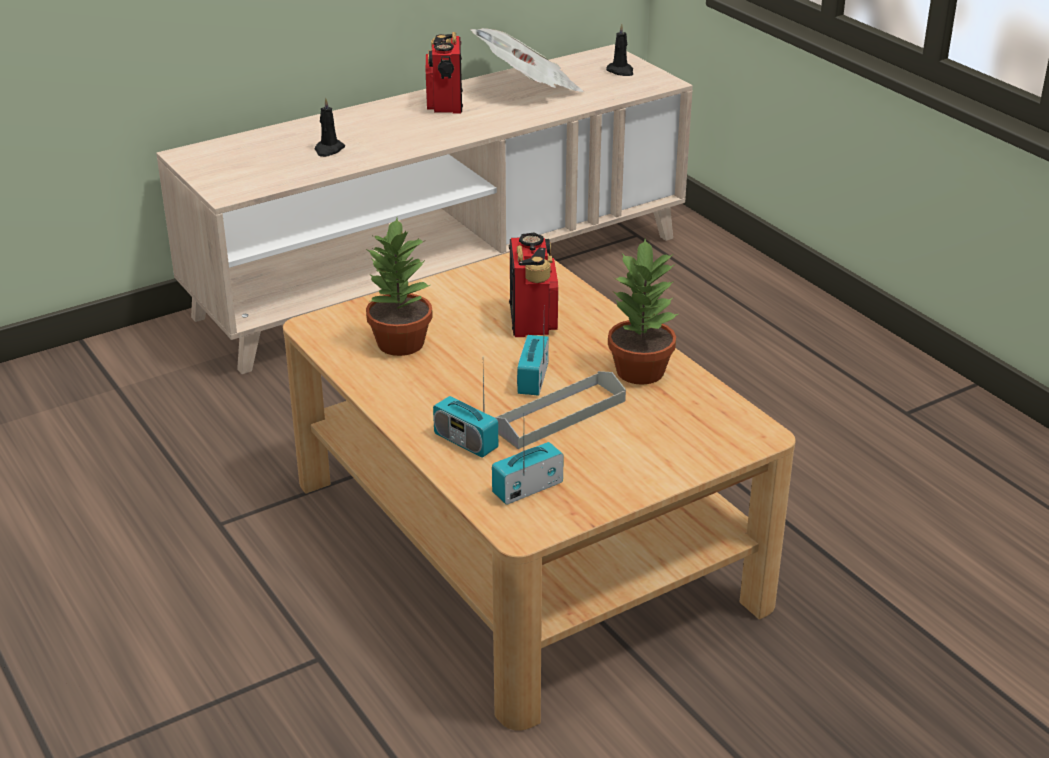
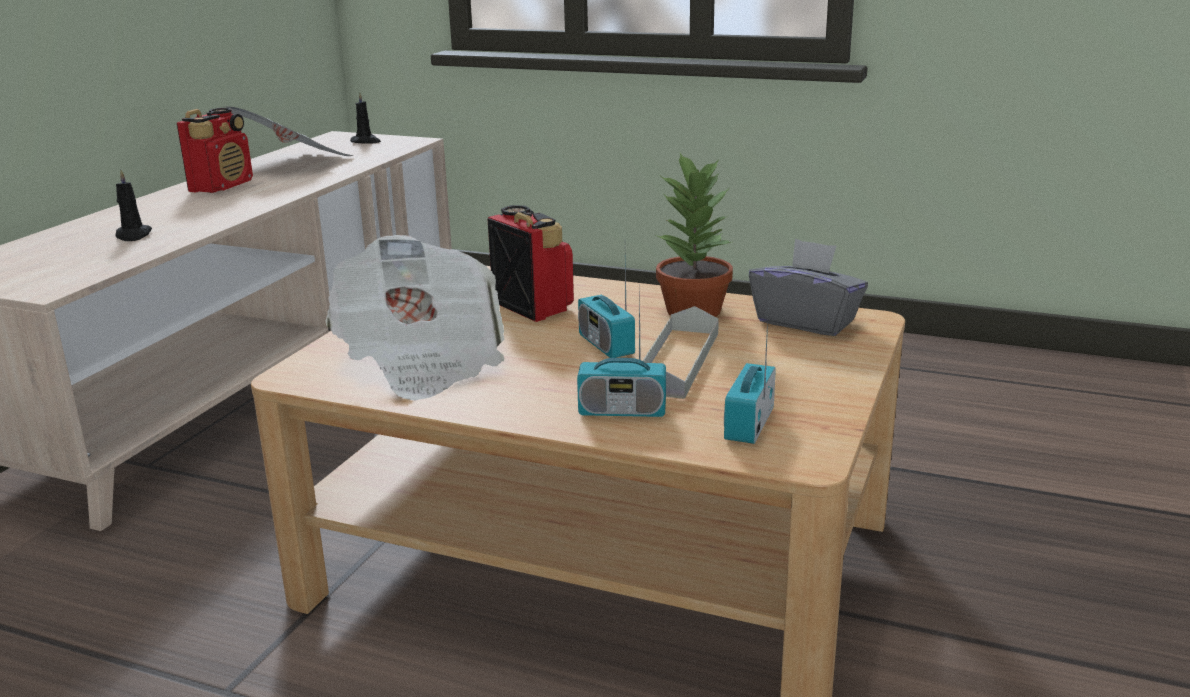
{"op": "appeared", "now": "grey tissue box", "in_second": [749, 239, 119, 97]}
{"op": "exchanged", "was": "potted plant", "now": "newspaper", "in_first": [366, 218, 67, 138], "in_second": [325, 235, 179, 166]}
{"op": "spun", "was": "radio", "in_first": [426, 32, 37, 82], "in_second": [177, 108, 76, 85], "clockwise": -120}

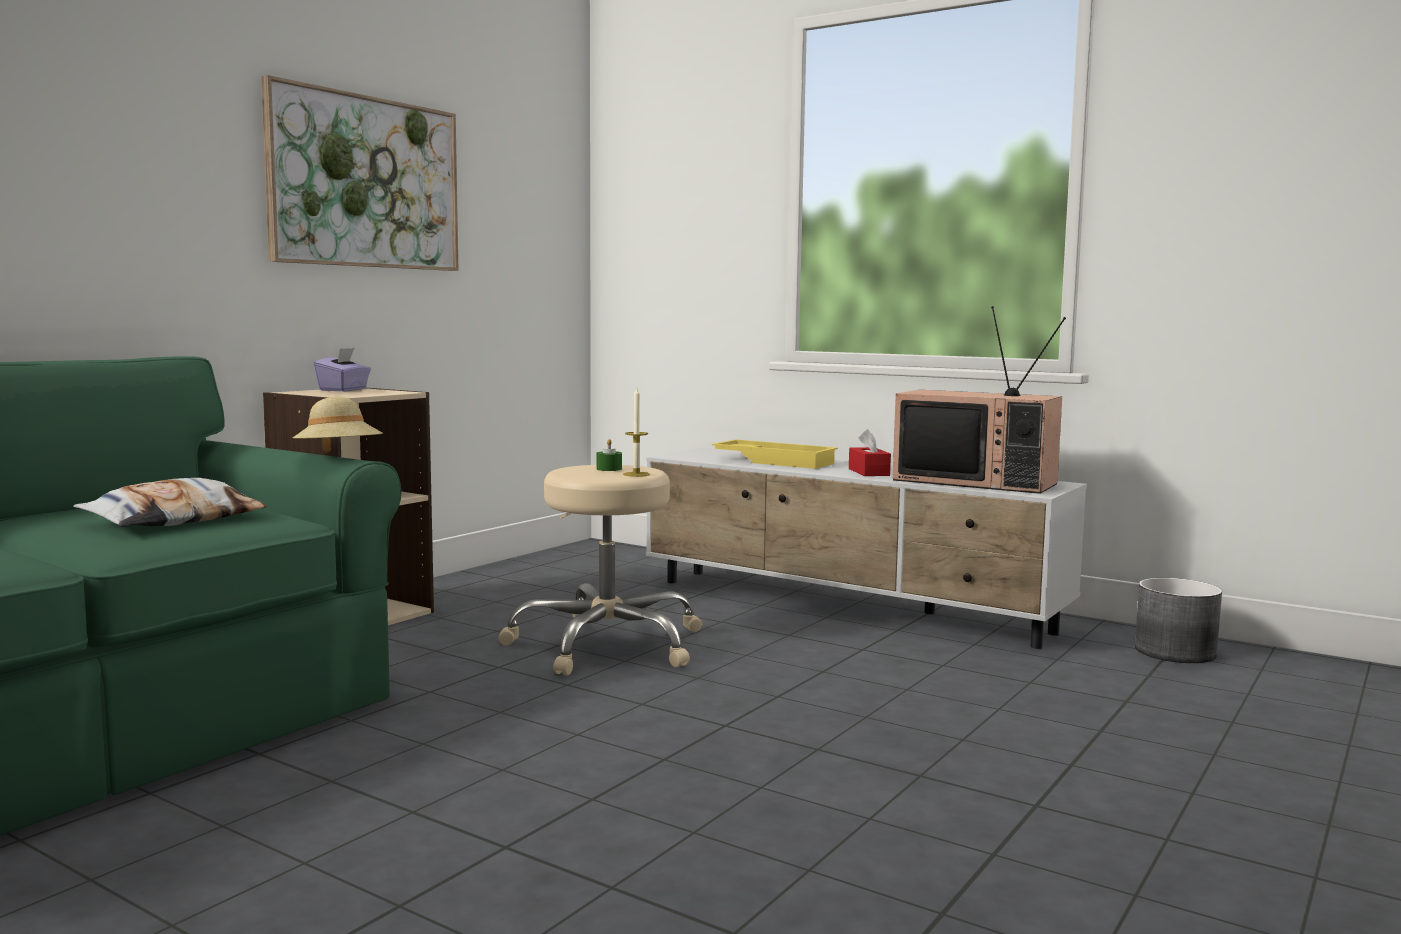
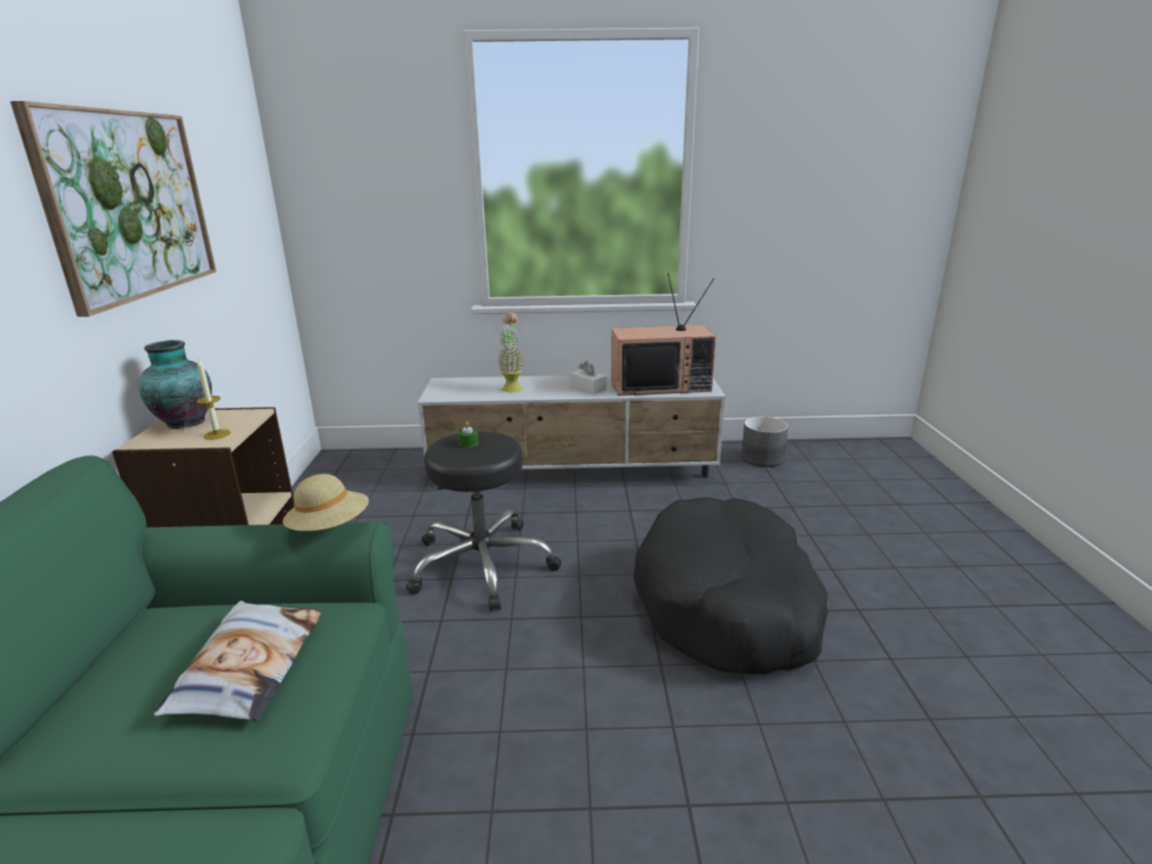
{"op": "appeared", "now": "black dog bed", "in_second": [634, 497, 194, 177]}
{"op": "relocated", "was": "candle", "in_first": [623, 388, 27, 89], "in_second": [197, 360, 34, 80]}
{"op": "exchanged", "was": "purple tissue box", "now": "vase", "in_first": [313, 348, 58, 43], "in_second": [139, 340, 73, 89]}
{"op": "exchanged", "was": "yellow tray", "now": "potted plant", "in_first": [712, 439, 126, 30], "in_second": [497, 312, 27, 80]}
{"op": "colour", "was": "beige stool", "now": "black stool", "in_first": [498, 465, 204, 210], "in_second": [406, 431, 156, 180]}
{"op": "colour", "was": "red tissue box", "now": "white tissue box", "in_first": [849, 429, 42, 47], "in_second": [570, 361, 37, 33]}

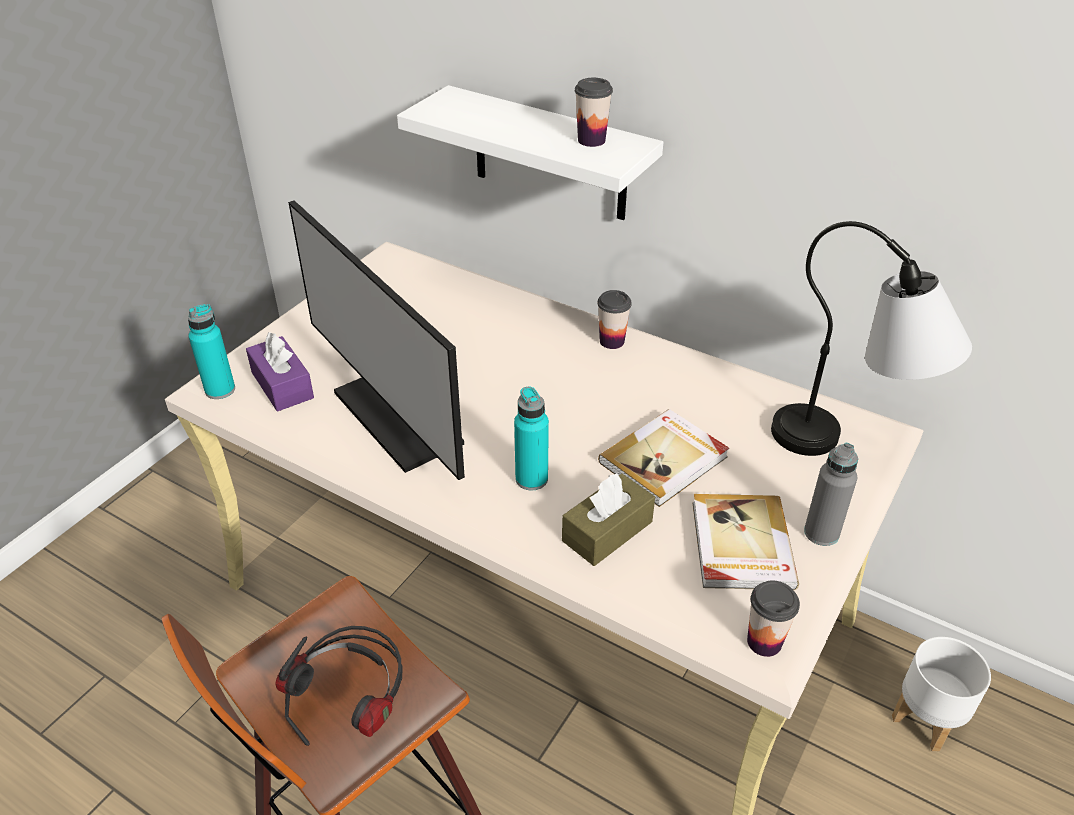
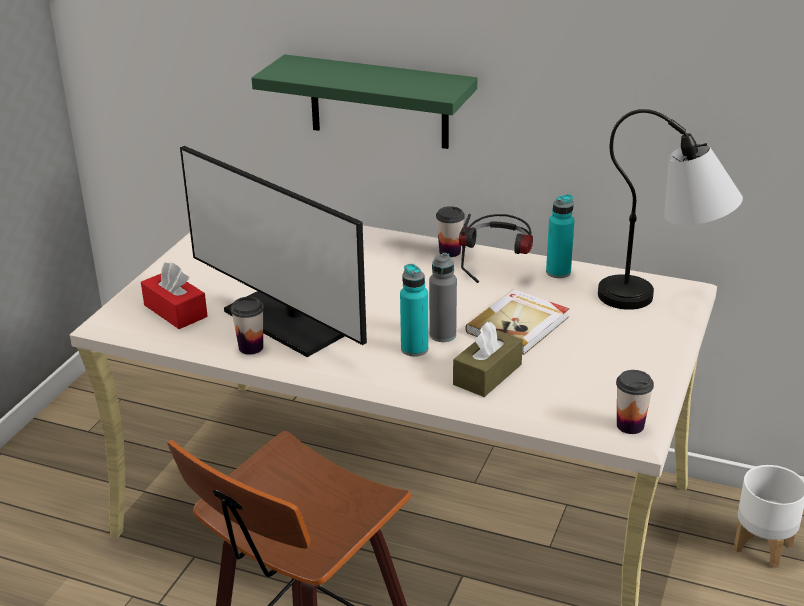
{"op": "missing", "was": "book", "in_first": [693, 494, 106, 96]}
{"op": "relocated", "was": "turquoise bottle", "in_first": [188, 304, 47, 95], "in_second": [546, 194, 28, 84]}
{"op": "relocated", "was": "headphones", "in_first": [276, 626, 127, 120], "in_second": [459, 214, 74, 69]}
{"op": "relocated", "was": "cup", "in_first": [575, 78, 38, 69], "in_second": [231, 297, 33, 58]}
{"op": "relocated", "was": "grey bottle", "in_first": [804, 443, 54, 103], "in_second": [429, 253, 28, 89]}
{"op": "colour", "was": "purple tissue box", "now": "red tissue box", "in_first": [246, 332, 68, 80], "in_second": [141, 262, 66, 67]}
{"op": "colour", "was": "white shelf", "now": "green shelf", "in_first": [397, 85, 266, 135], "in_second": [251, 54, 226, 95]}

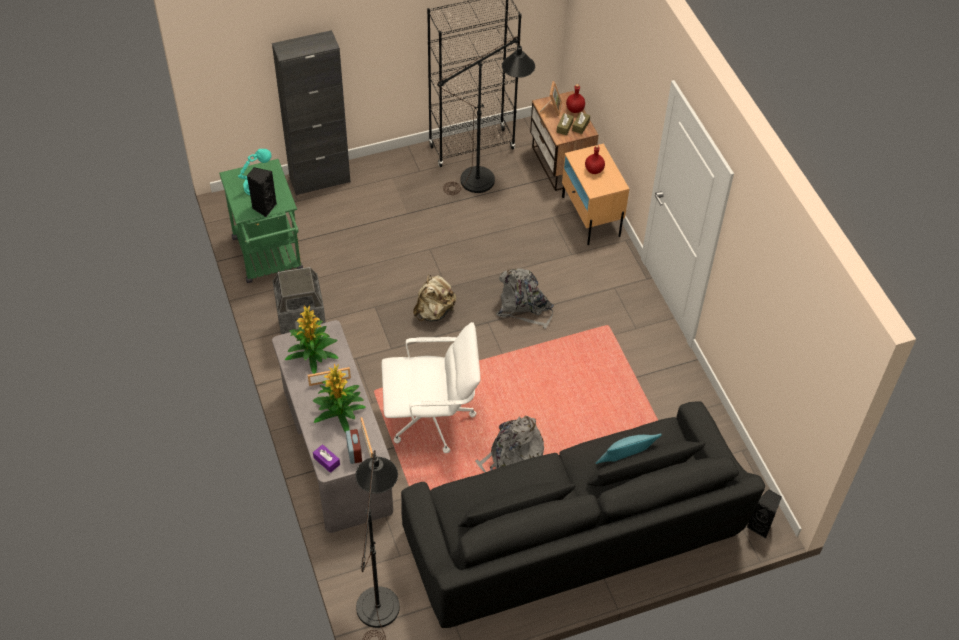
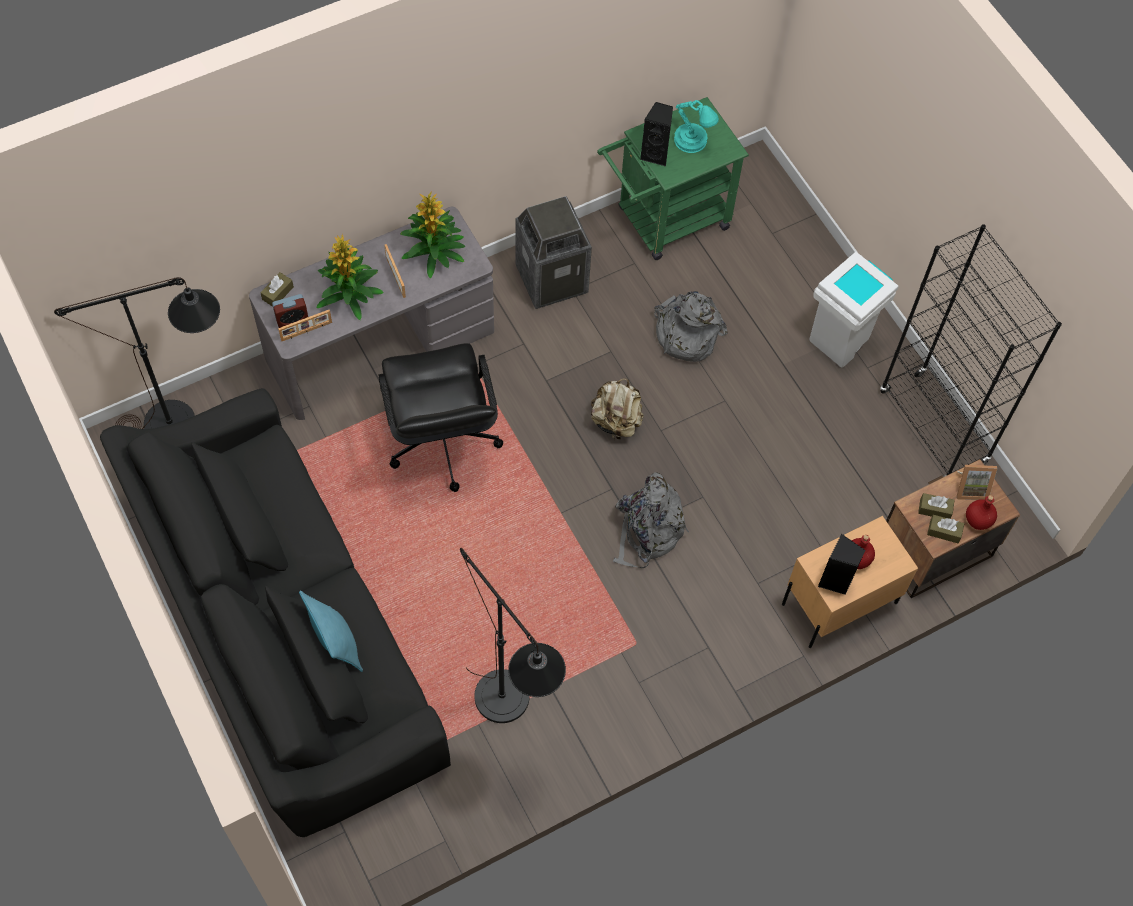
{"op": "missing", "was": "black cabinet", "in_first": [272, 30, 78, 166]}
{"op": "appeared", "now": "white trash can", "in_second": [809, 252, 90, 116]}
{"op": "relocated", "was": "black floor lamp", "in_first": [437, 36, 98, 159], "in_second": [460, 548, 106, 175]}
{"op": "relocated", "was": "grey backpack", "in_first": [475, 416, 69, 56], "in_second": [654, 291, 74, 71]}
{"op": "relocated", "was": "black speaker", "in_first": [747, 489, 35, 50], "in_second": [818, 534, 47, 61]}
{"op": "colour", "was": "purple tissue box", "now": "brown tissue box", "in_first": [313, 444, 27, 29], "in_second": [260, 272, 34, 35]}
{"op": "colour", "was": "white office chair", "now": "black office chair", "in_first": [382, 322, 99, 131], "in_second": [378, 343, 125, 149]}

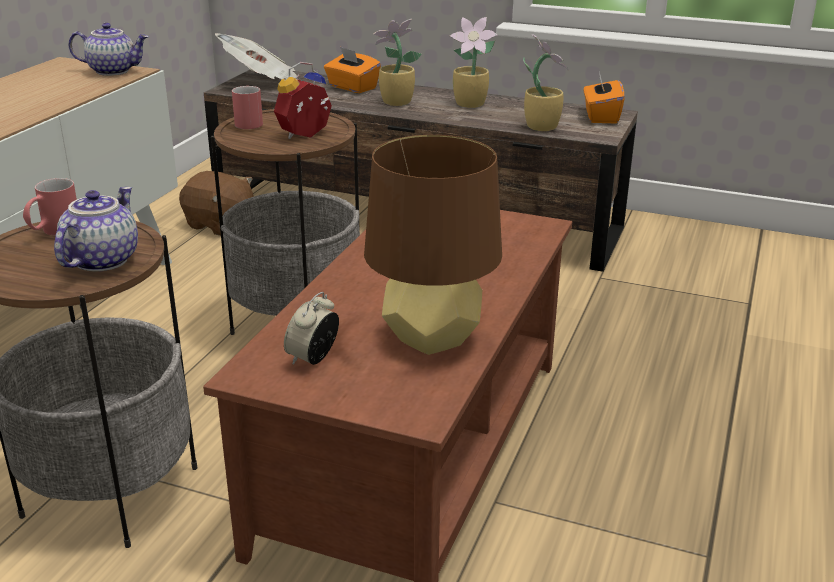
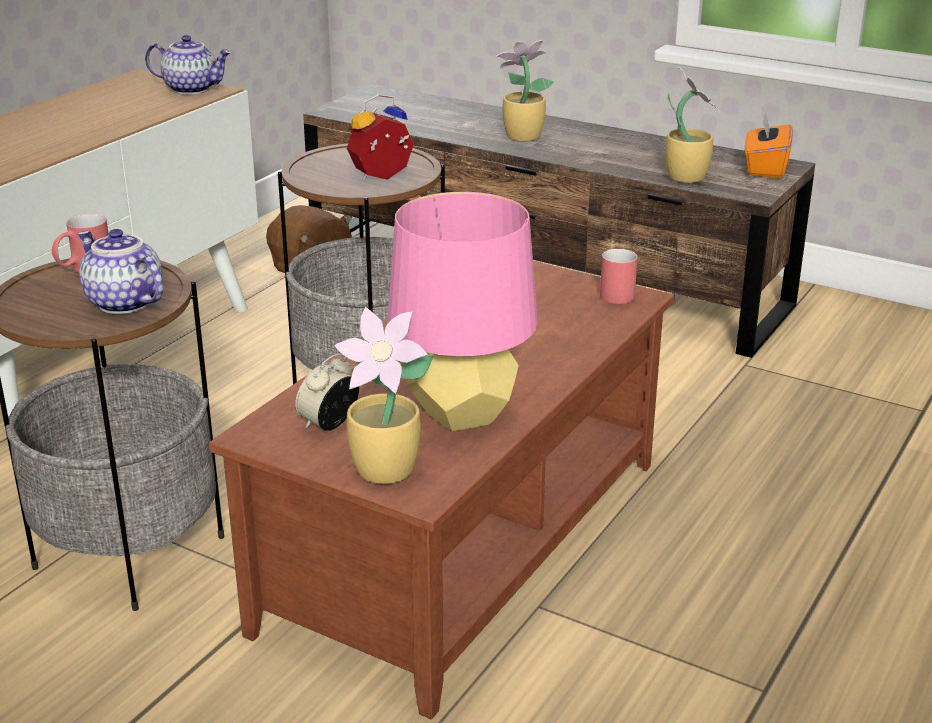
{"op": "missing", "was": "newspaper", "in_first": [215, 33, 83, 47]}
{"op": "missing", "was": "orange tissue box", "in_first": [324, 47, 57, 46]}
{"op": "relocated", "was": "red mug", "in_first": [232, 86, 31, 43], "in_second": [600, 249, 38, 55]}
{"op": "relocated", "was": "potted plant", "in_first": [450, 17, 48, 91], "in_second": [334, 307, 100, 177]}
{"op": "colour", "was": "brown table lamp", "now": "pink table lamp", "in_first": [364, 135, 138, 220], "in_second": [387, 192, 151, 239]}
{"op": "spun", "was": "teapot", "in_first": [54, 187, 84, 85], "in_second": [78, 229, 85, 85], "clockwise": -75}

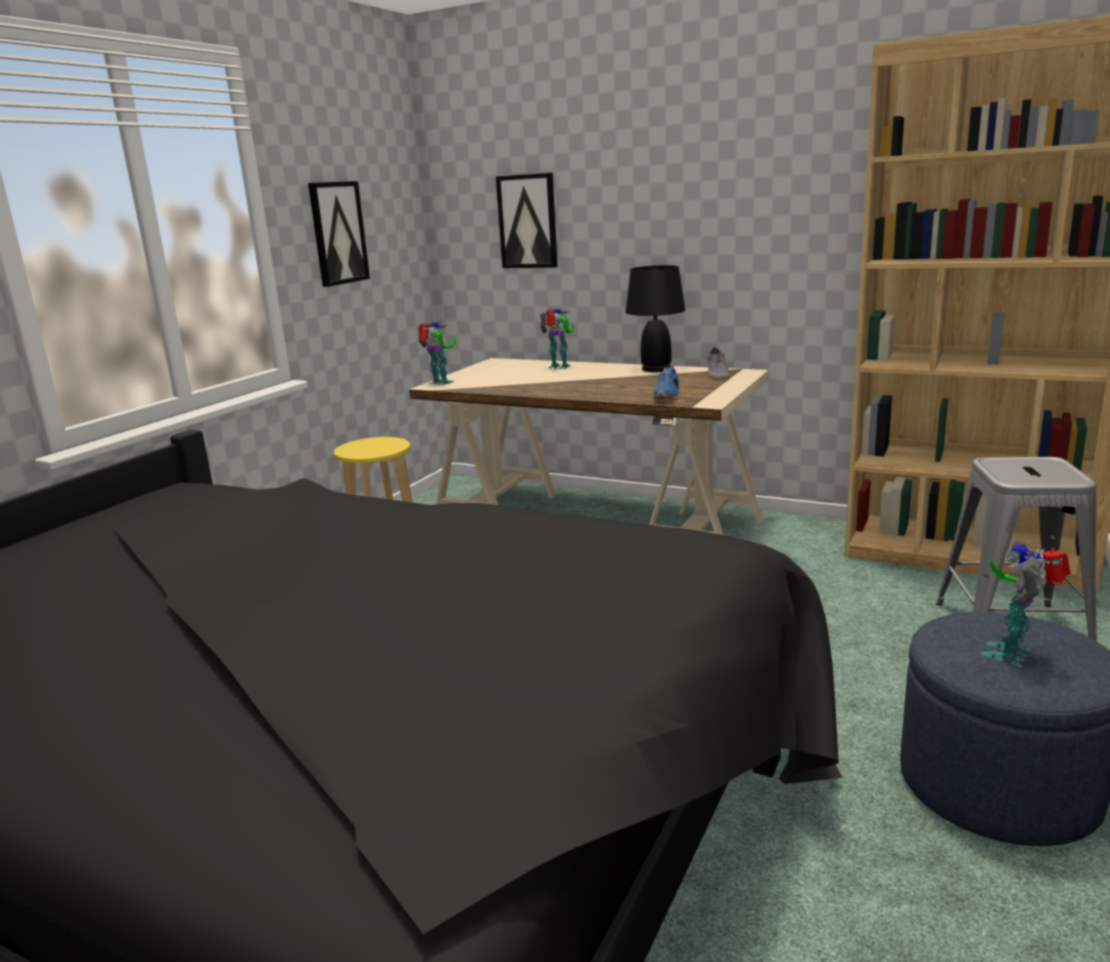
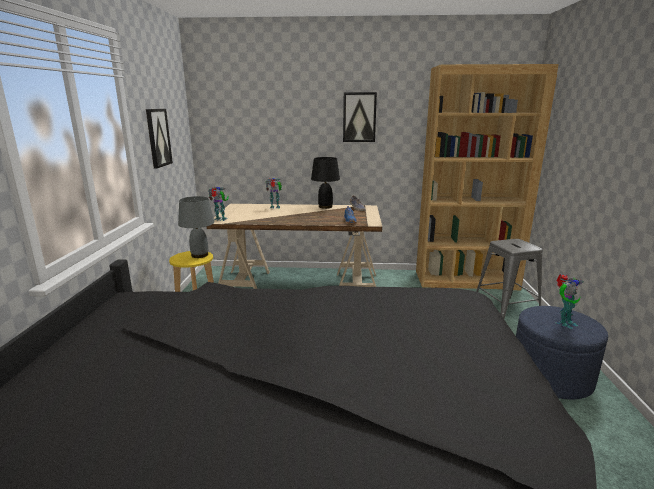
{"op": "appeared", "now": "grey table lamp", "in_second": [178, 196, 36, 62]}
{"op": "relocated", "was": "picture", "in_first": [496, 173, 62, 95], "in_second": [343, 92, 34, 50]}
{"op": "spun", "was": "toy robot", "in_first": [980, 541, 91, 126], "in_second": [555, 274, 29, 55], "clockwise": -135}

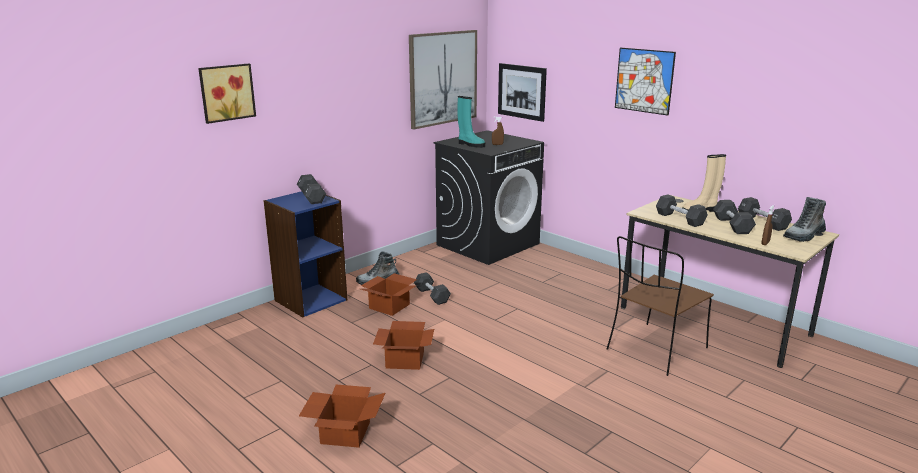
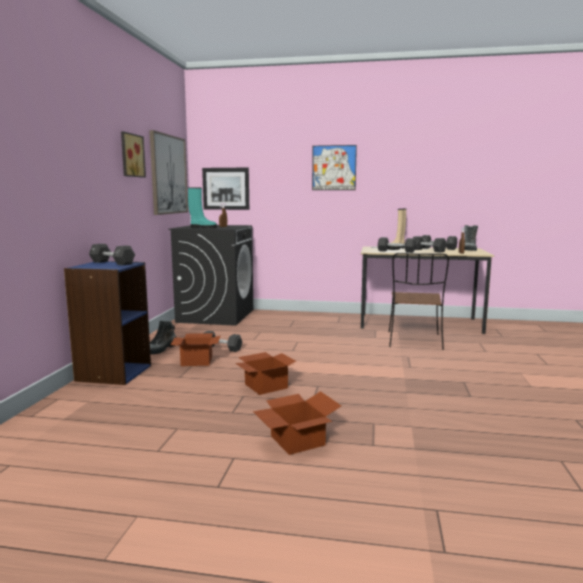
{"op": "relocated", "was": "picture", "in_first": [198, 64, 58, 60], "in_second": [121, 131, 25, 47]}

